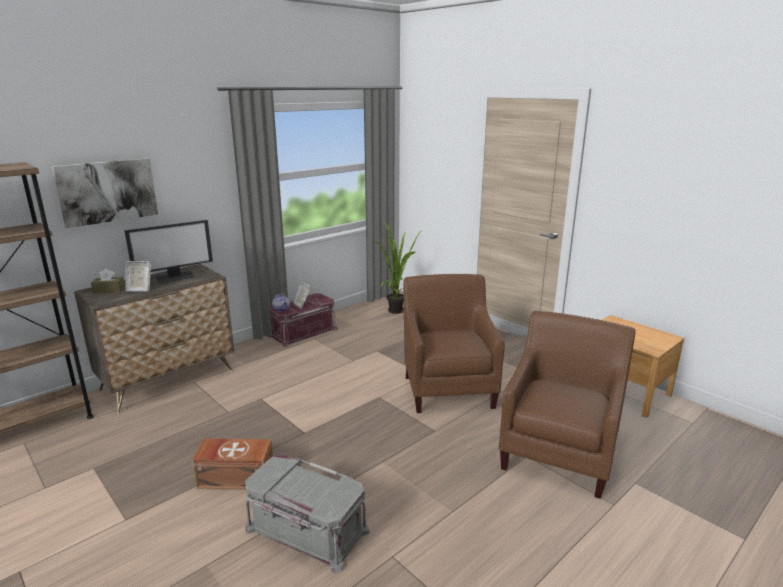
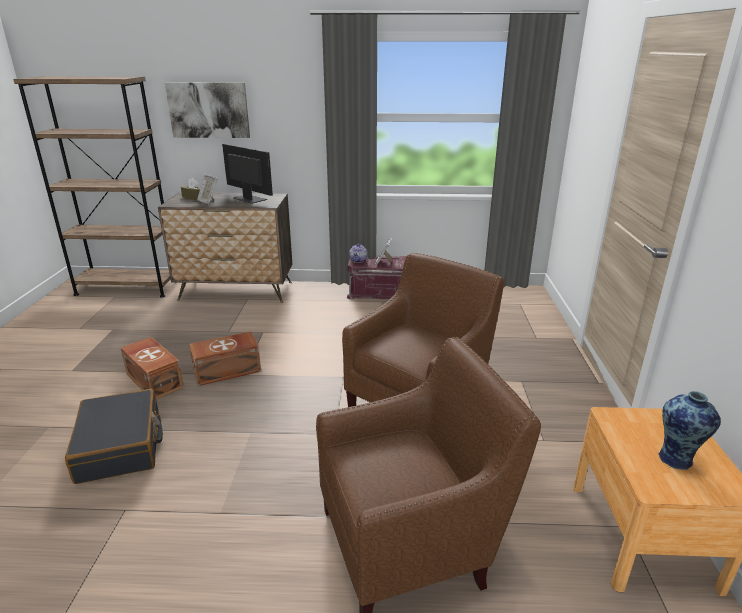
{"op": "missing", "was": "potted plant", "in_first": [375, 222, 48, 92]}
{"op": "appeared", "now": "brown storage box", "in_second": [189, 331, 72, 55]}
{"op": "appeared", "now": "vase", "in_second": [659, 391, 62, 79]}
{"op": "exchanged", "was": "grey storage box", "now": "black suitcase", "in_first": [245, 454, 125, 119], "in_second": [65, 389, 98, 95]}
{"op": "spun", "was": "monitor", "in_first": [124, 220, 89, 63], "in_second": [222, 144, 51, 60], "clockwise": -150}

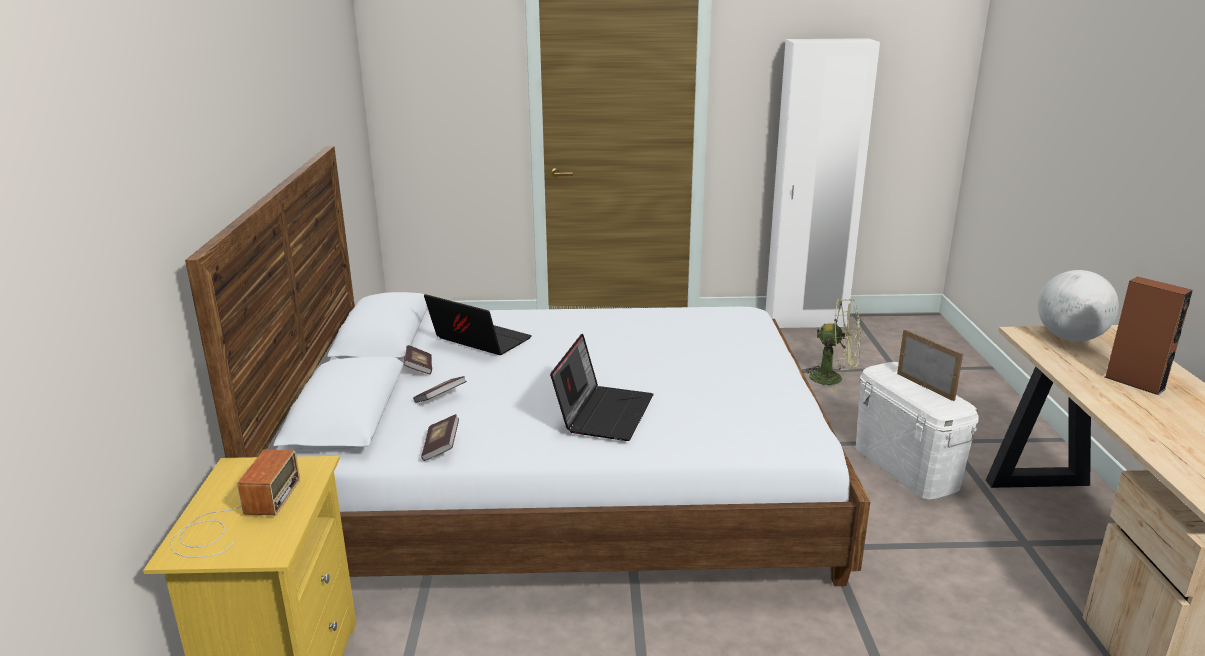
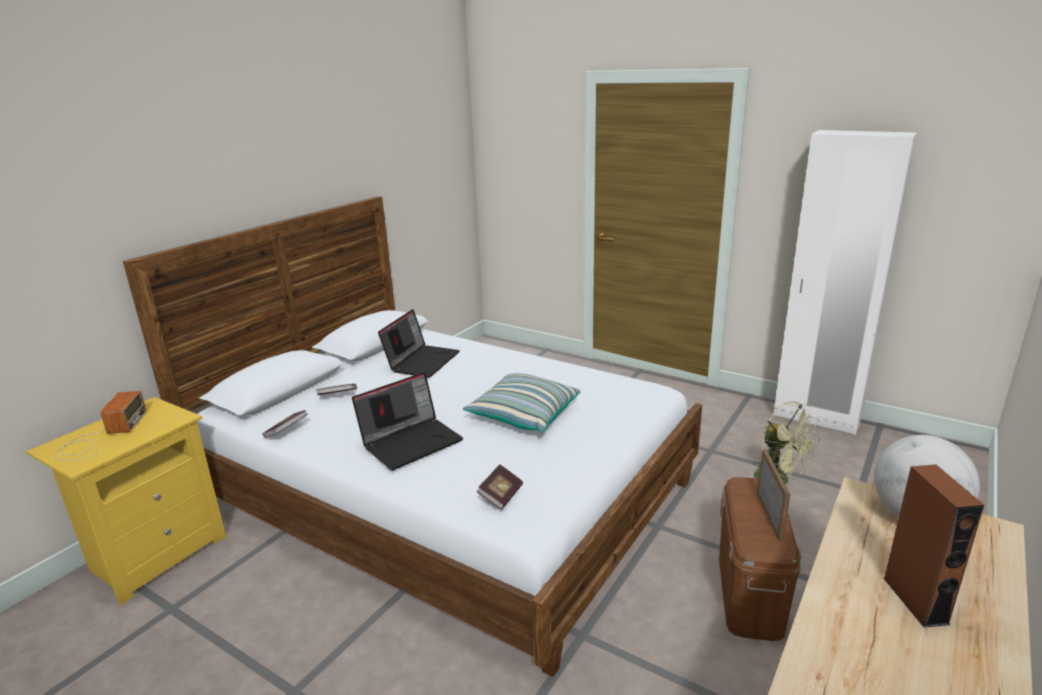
{"op": "appeared", "now": "pillow", "in_second": [463, 373, 118, 59]}
{"op": "relocated", "was": "book", "in_first": [404, 345, 28, 30], "in_second": [477, 464, 46, 46]}
{"op": "colour", "was": "white storage box", "now": "brown storage box", "in_first": [856, 362, 122, 138], "in_second": [719, 477, 82, 164]}
{"op": "spun", "was": "radio", "in_first": [170, 450, 130, 108], "in_second": [55, 391, 92, 70], "clockwise": -45}
{"op": "spun", "was": "laptop", "in_first": [424, 294, 108, 61], "in_second": [378, 309, 82, 69], "clockwise": 45}

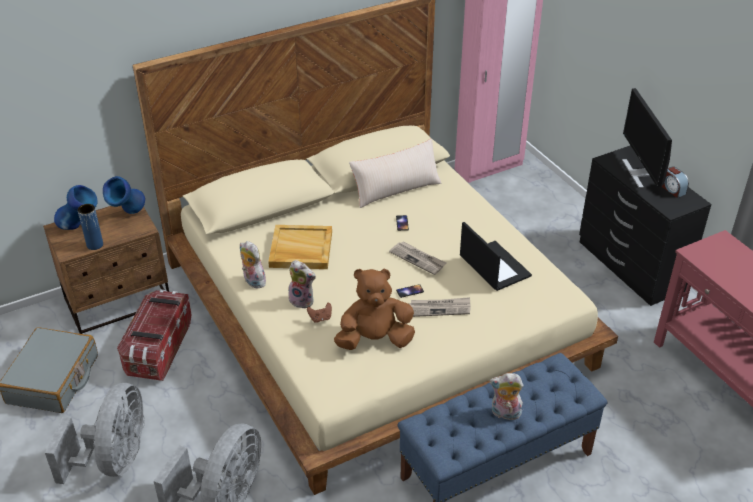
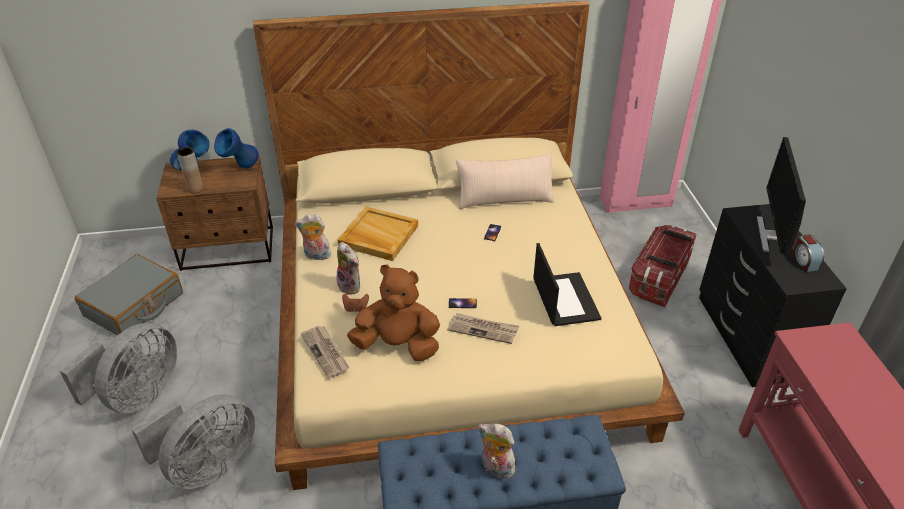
{"op": "relocated", "was": "storage box", "in_first": [117, 290, 75, 91], "in_second": [629, 225, 67, 82]}
{"op": "relocated", "was": "newspaper", "in_first": [389, 241, 58, 34], "in_second": [301, 326, 48, 53]}
{"op": "colour", "was": "blue vase", "now": "brown vase", "in_first": [78, 204, 25, 46], "in_second": [177, 147, 26, 46]}
{"op": "spun", "was": "plush toy", "in_first": [240, 241, 26, 48], "in_second": [295, 214, 36, 46], "clockwise": -60}

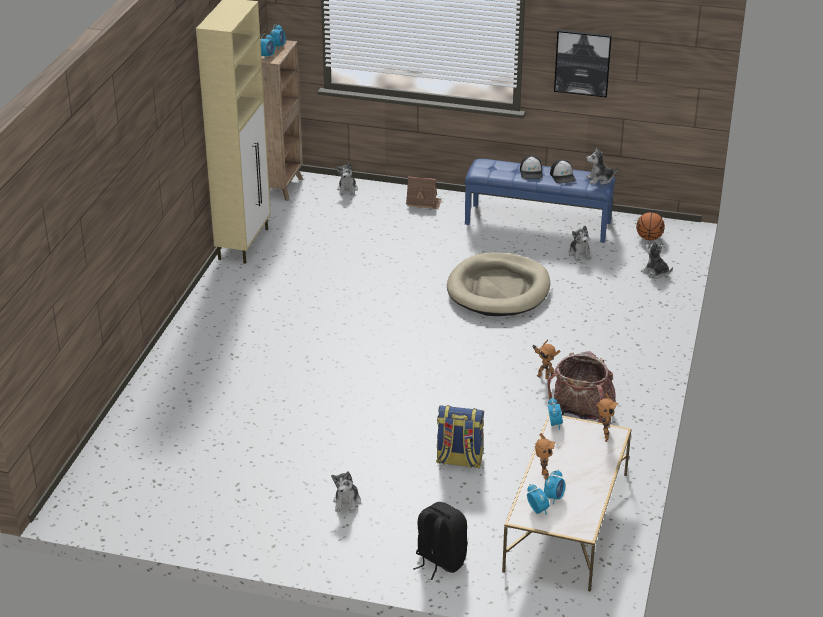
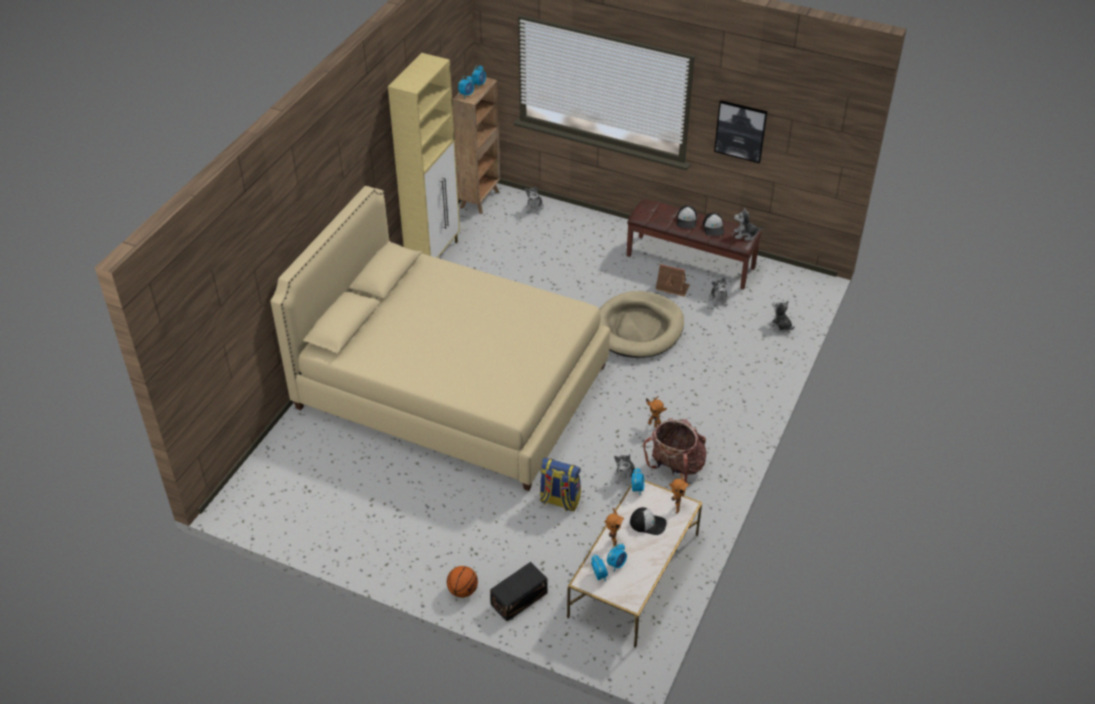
{"op": "appeared", "now": "beige bed", "in_second": [271, 186, 339, 305]}
{"op": "appeared", "now": "cap", "in_second": [630, 507, 37, 28]}
{"op": "relocated", "was": "plush toy", "in_first": [331, 471, 30, 42], "in_second": [614, 454, 21, 32]}
{"op": "relocated", "was": "toy house", "in_first": [406, 176, 36, 33], "in_second": [655, 264, 35, 33]}
{"op": "relocated", "was": "basketball", "in_first": [636, 212, 29, 28], "in_second": [447, 566, 31, 32]}
{"op": "exchanged", "was": "black backpack", "now": "black storage box", "in_first": [413, 502, 55, 78], "in_second": [490, 562, 57, 60]}
{"op": "colour", "was": "blue bench", "now": "brown bench", "in_first": [465, 159, 151, 84], "in_second": [627, 199, 135, 91]}

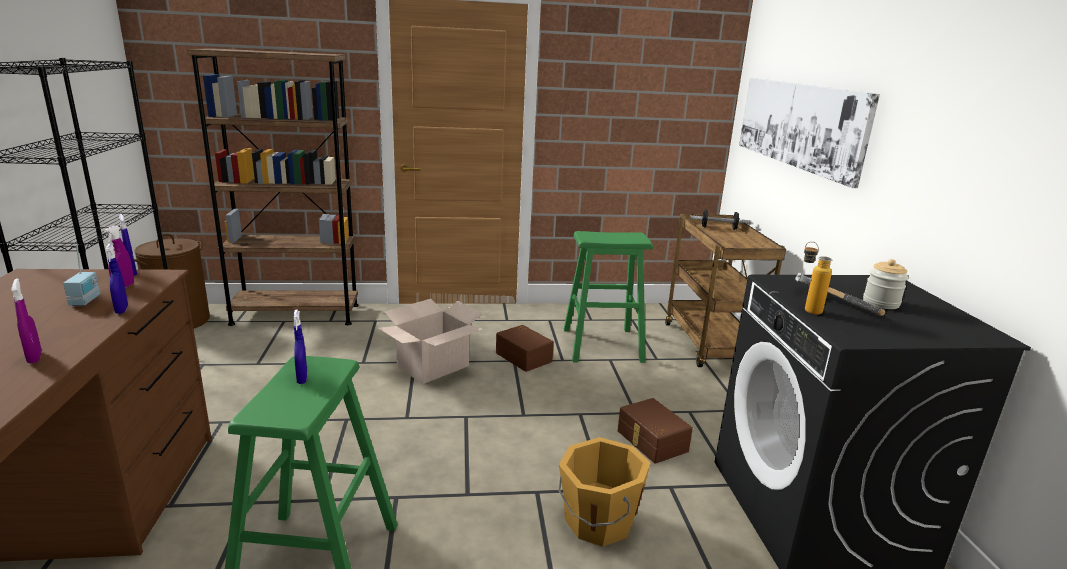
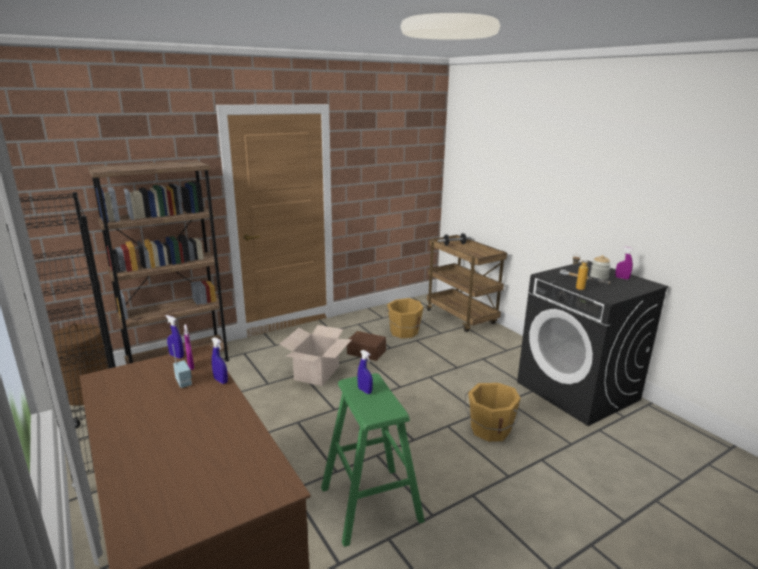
{"op": "missing", "was": "brown storage box", "in_first": [618, 398, 75, 66]}
{"op": "missing", "was": "picture", "in_first": [739, 78, 141, 110]}
{"op": "relocated", "was": "purple spray bottle", "in_first": [11, 278, 31, 86], "in_second": [615, 246, 18, 34]}
{"op": "exchanged", "was": "green stool", "now": "orange bucket", "in_first": [564, 231, 89, 132], "in_second": [385, 298, 41, 40]}

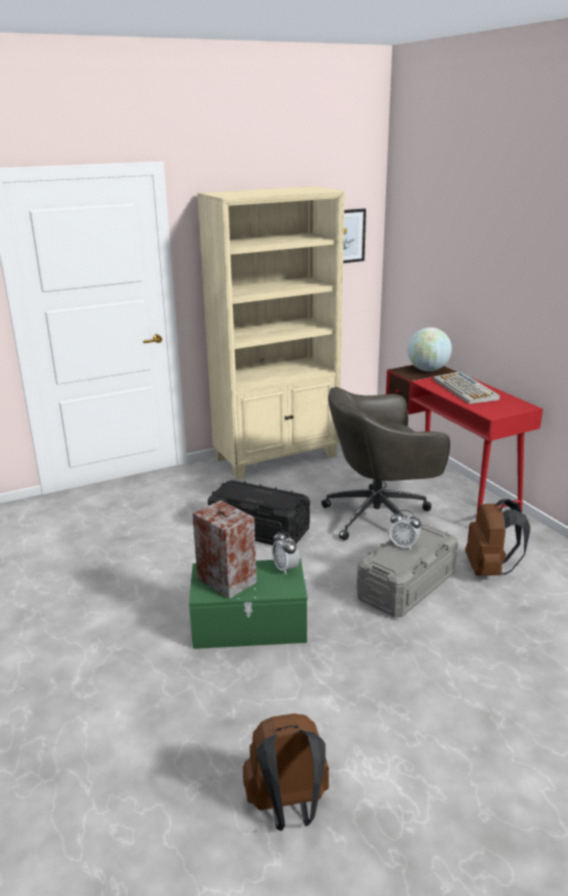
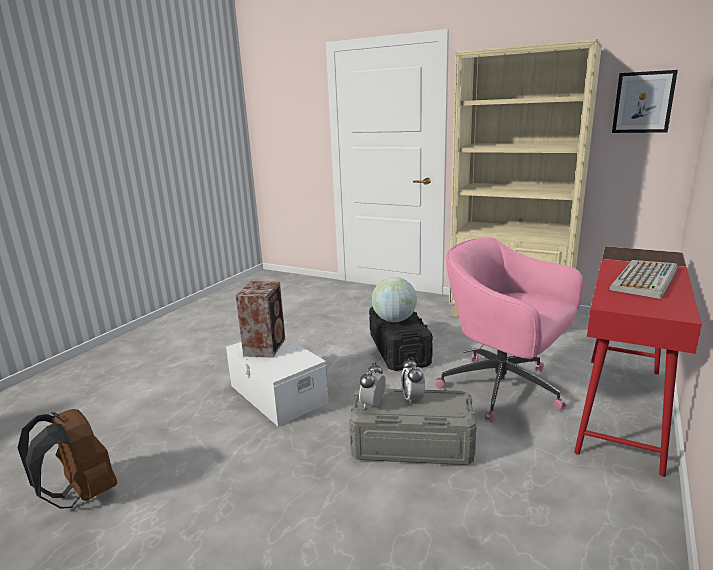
{"op": "missing", "was": "brown backpack", "in_first": [465, 499, 65, 77]}
{"op": "relocated", "was": "alarm clock", "in_first": [272, 530, 27, 45], "in_second": [359, 363, 27, 46]}
{"op": "relocated", "was": "globe", "in_first": [407, 327, 45, 44], "in_second": [372, 277, 45, 45]}
{"op": "colour", "was": "green storage box", "now": "white storage box", "in_first": [189, 558, 119, 91], "in_second": [226, 337, 103, 89]}
{"op": "colour", "was": "grey office chair", "now": "pink office chair", "in_first": [321, 387, 129, 154], "in_second": [435, 238, 148, 185]}

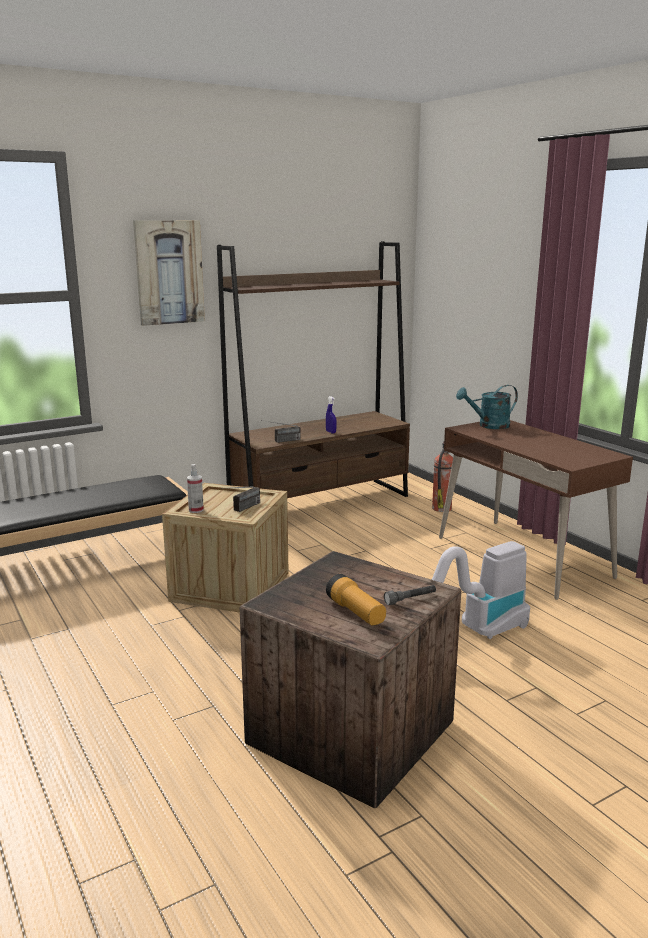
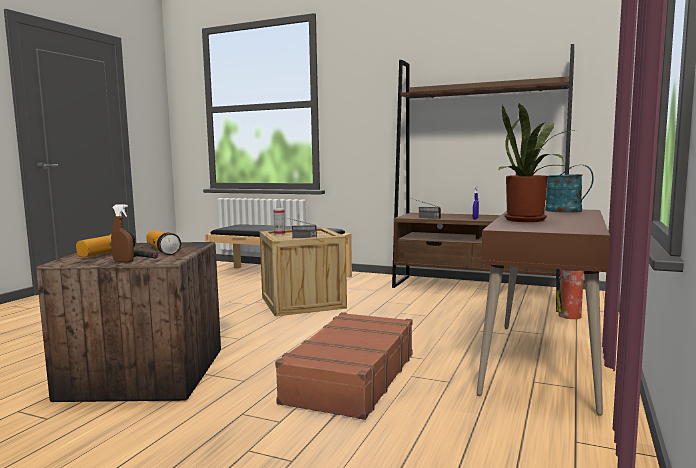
{"op": "missing", "was": "picture", "in_first": [133, 220, 72, 106]}
{"op": "appeared", "now": "brown spray bottle", "in_second": [111, 204, 23, 59]}
{"op": "appeared", "now": "flashlight", "in_second": [147, 230, 34, 25]}
{"op": "appeared", "now": "potted plant", "in_second": [498, 103, 77, 119]}
{"op": "exchanged", "was": "vacuum cleaner", "now": "brown suitcase", "in_first": [432, 541, 98, 98], "in_second": [275, 312, 138, 108]}

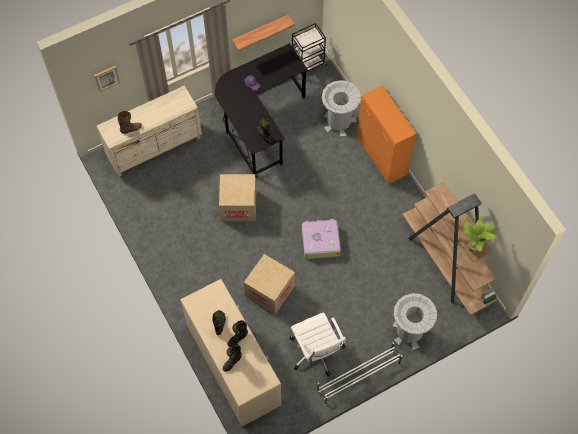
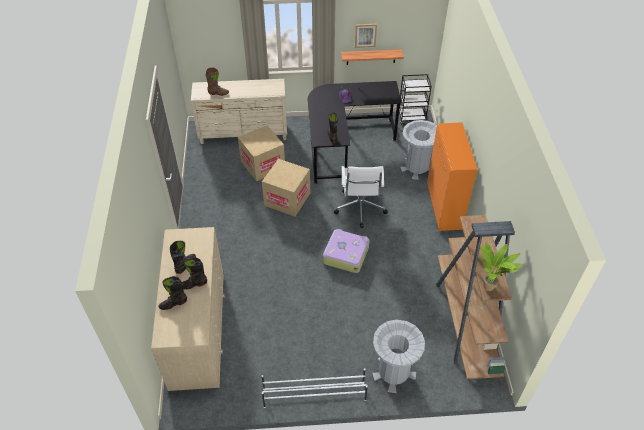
{"op": "relocated", "was": "picture", "in_first": [94, 66, 26, 26], "in_second": [355, 24, 22, 24]}
{"op": "relocated", "was": "cardboard box", "in_first": [244, 254, 51, 60], "in_second": [238, 125, 47, 56]}
{"op": "relocated", "was": "white office chair", "in_first": [290, 312, 56, 64], "in_second": [334, 166, 54, 62]}

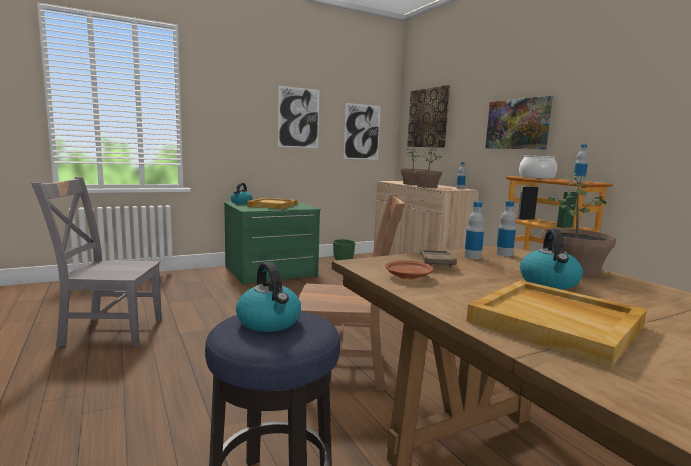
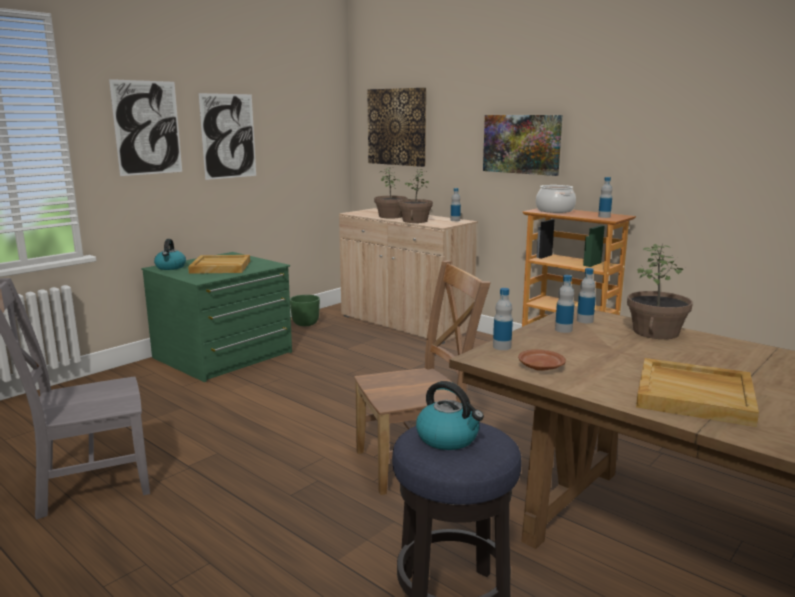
{"op": "missing", "was": "brown tray", "in_first": [420, 249, 37, 19]}
{"op": "missing", "was": "kettle", "in_first": [520, 229, 63, 60]}
{"op": "appeared", "now": "bottle", "in_second": [493, 288, 20, 62]}
{"op": "relocated", "was": "picture", "in_first": [344, 103, 37, 57], "in_second": [109, 79, 73, 97]}

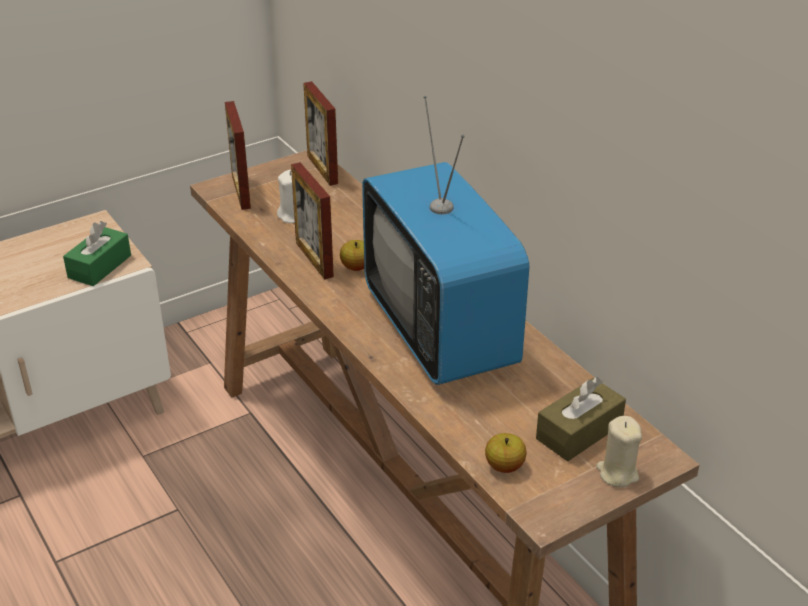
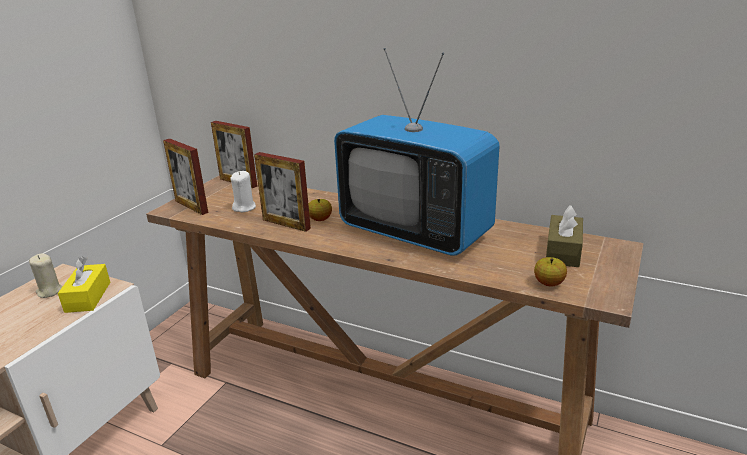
{"op": "relocated", "was": "beige candle", "in_first": [596, 416, 46, 72], "in_second": [29, 254, 33, 44]}
{"op": "colour", "was": "green tissue box", "now": "yellow tissue box", "in_first": [63, 221, 68, 65], "in_second": [58, 257, 52, 56]}

